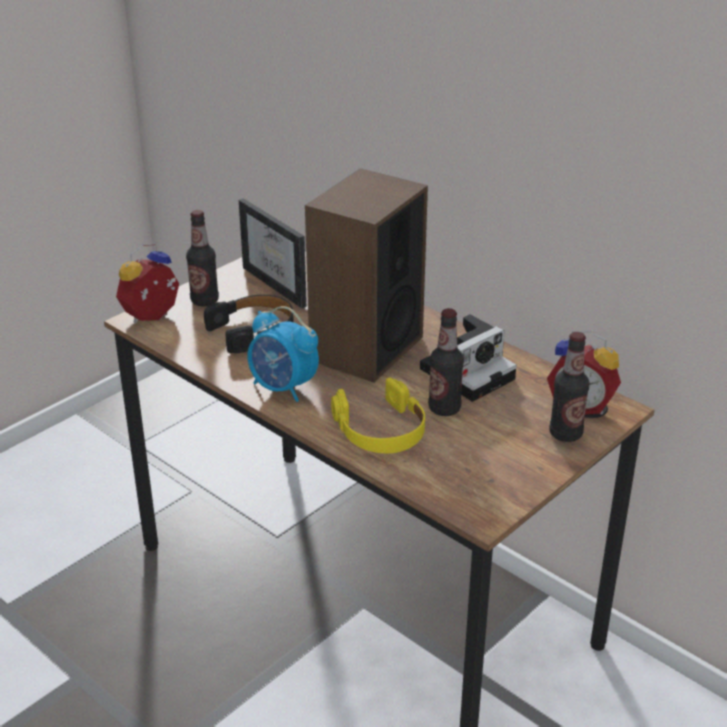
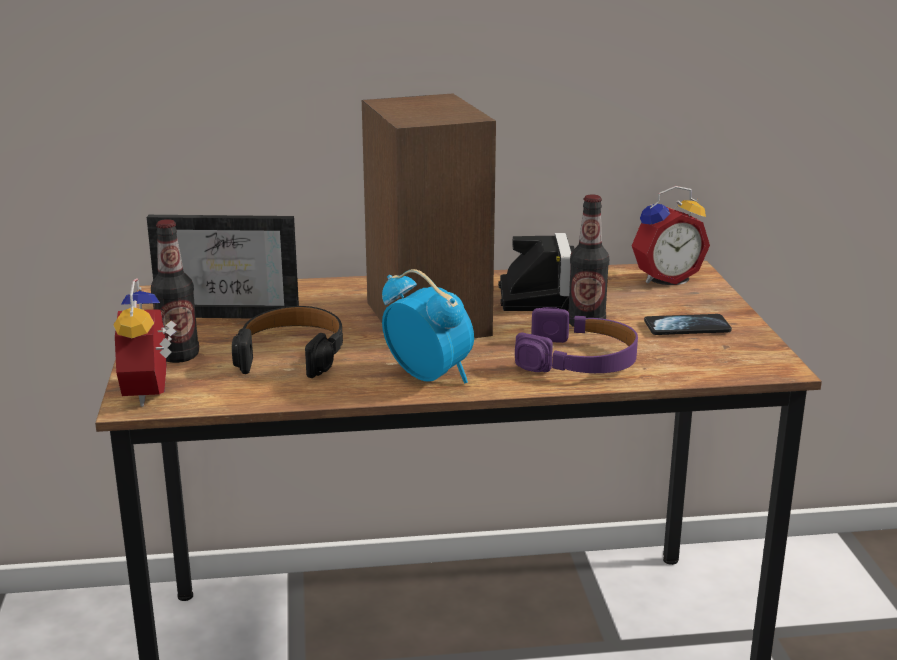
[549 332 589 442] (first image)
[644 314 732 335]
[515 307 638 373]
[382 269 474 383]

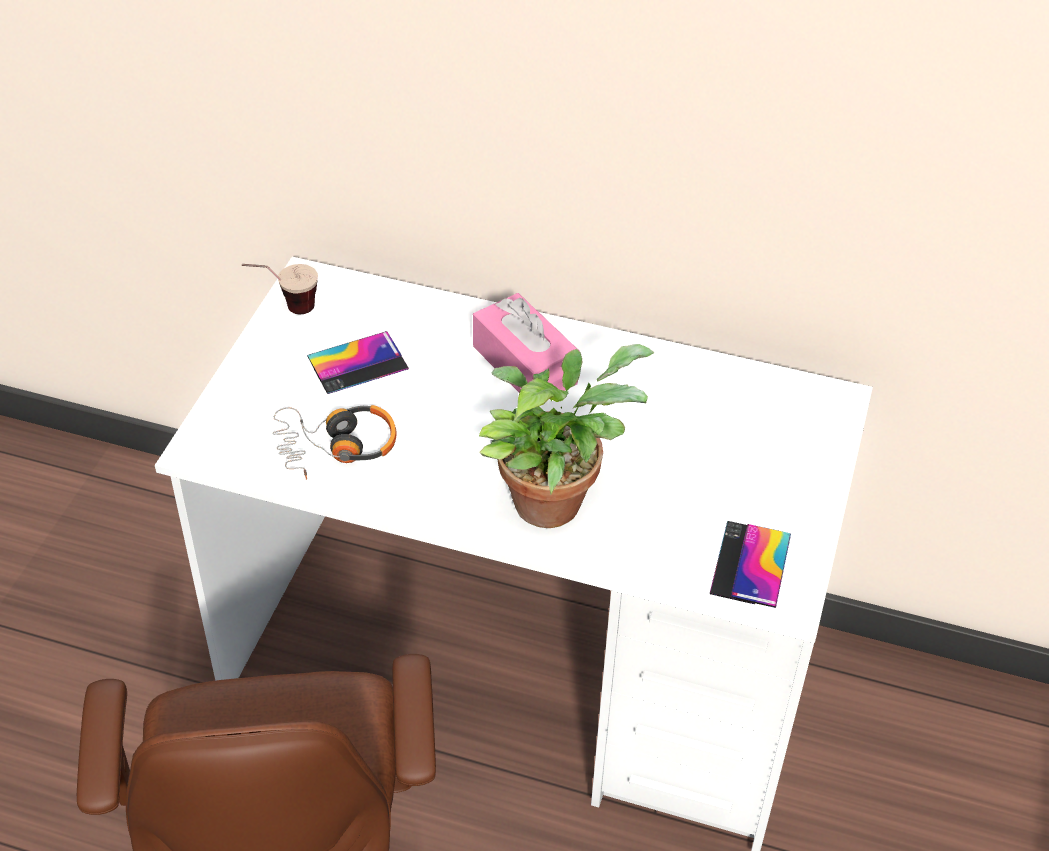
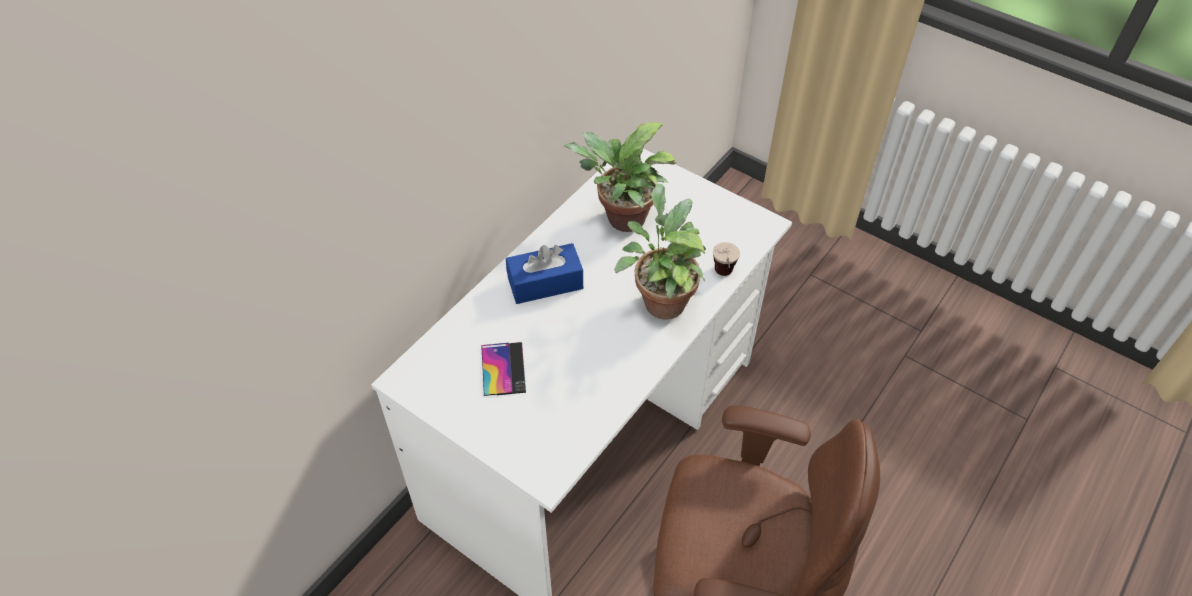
[272 405 397 480] (first image)
[710 521 791 608] (first image)
[564 122 677 232]
[713 242 740 276]
[506 243 583 304]

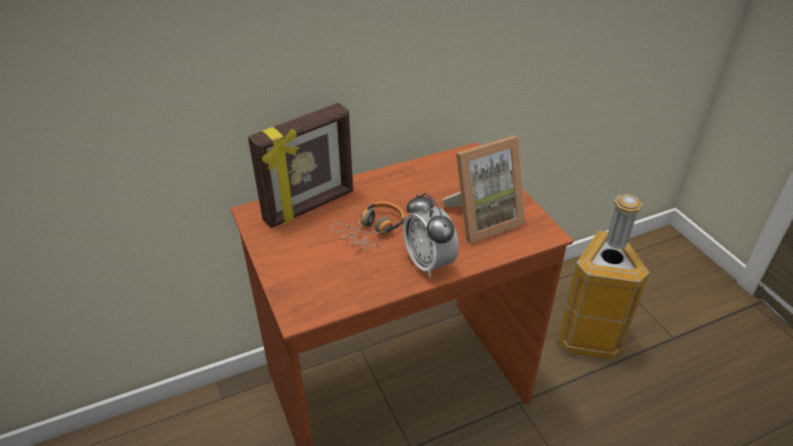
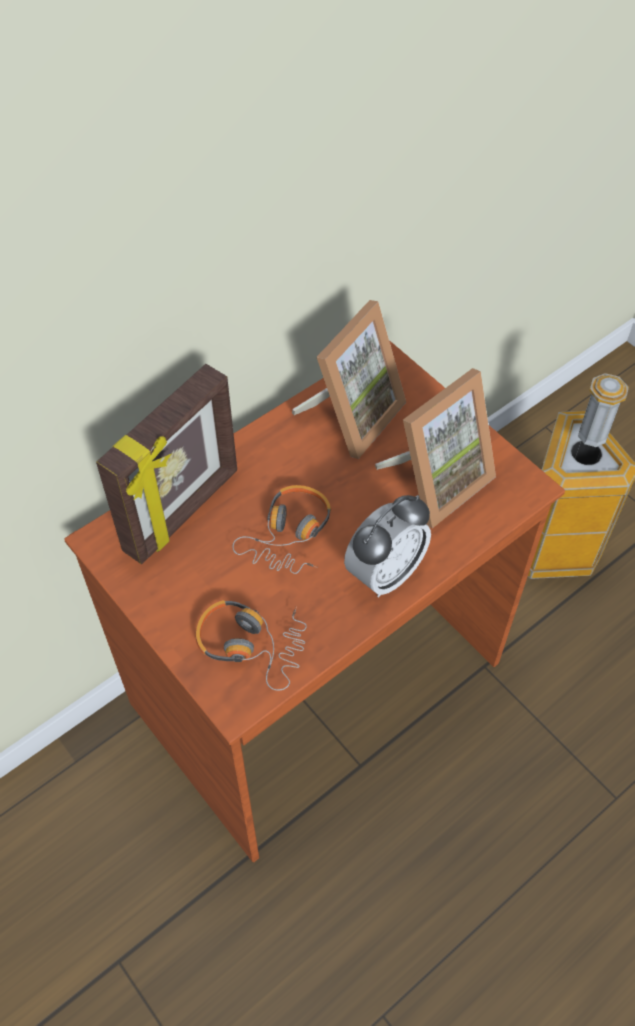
[196 600 307 691]
[292 300 406 459]
[344 495 431 598]

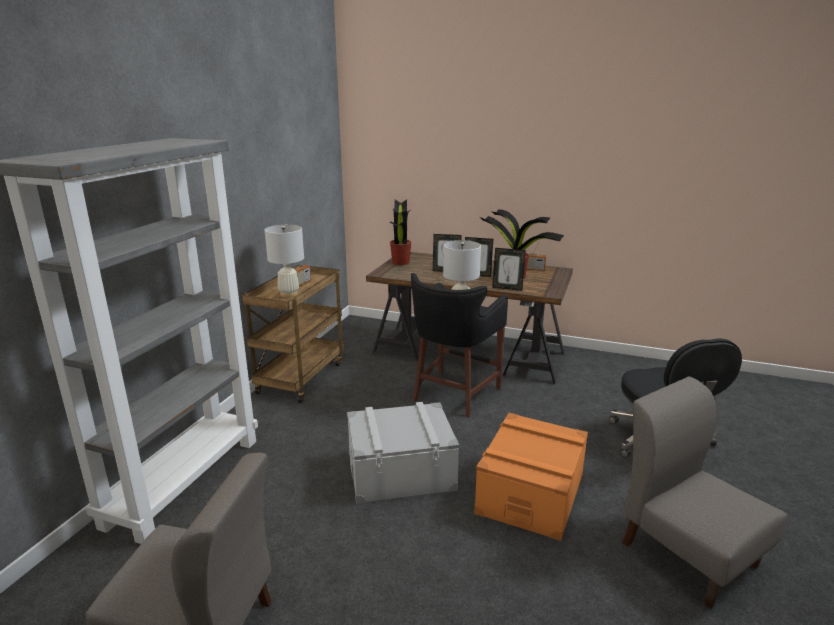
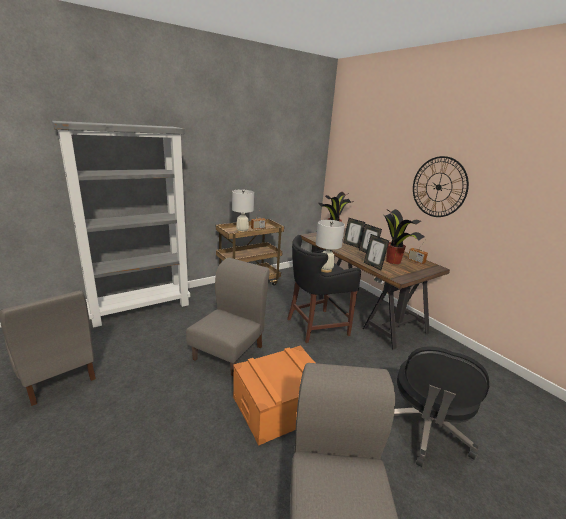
[413 156 469 217]
[186 258 269 376]

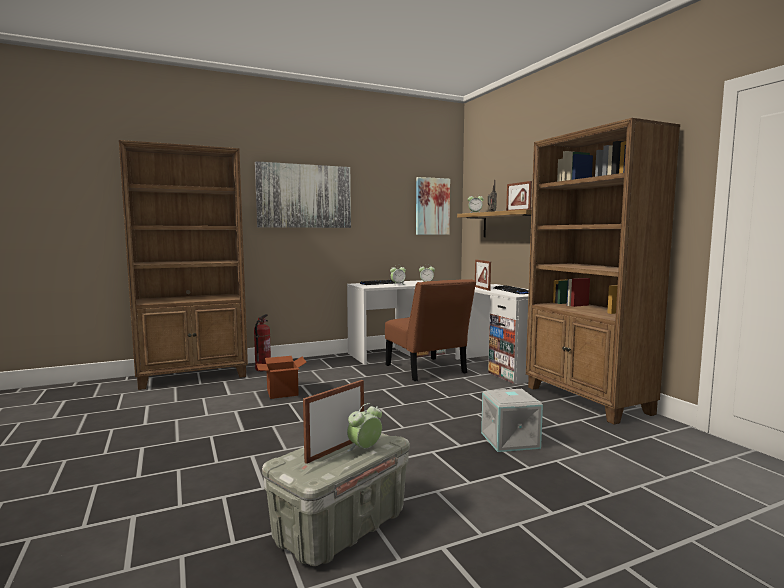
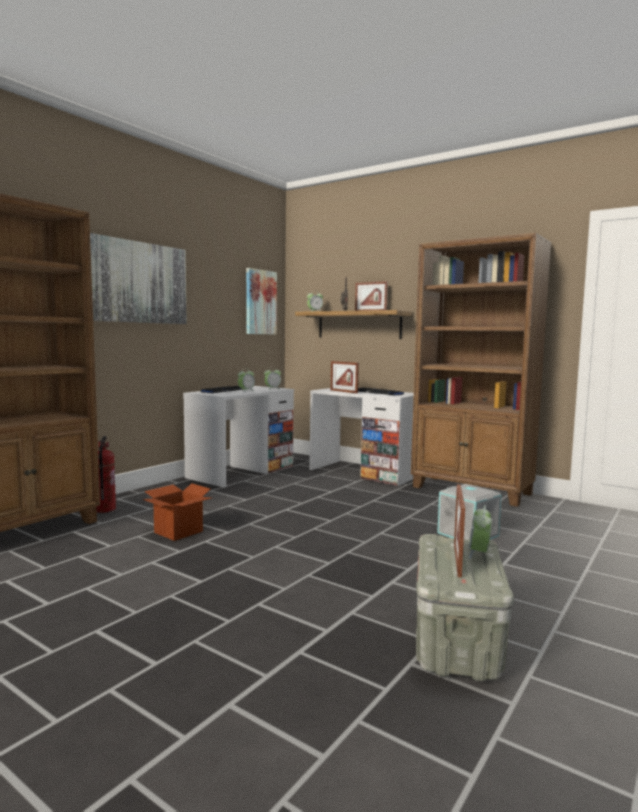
[385 279 476 381] (first image)

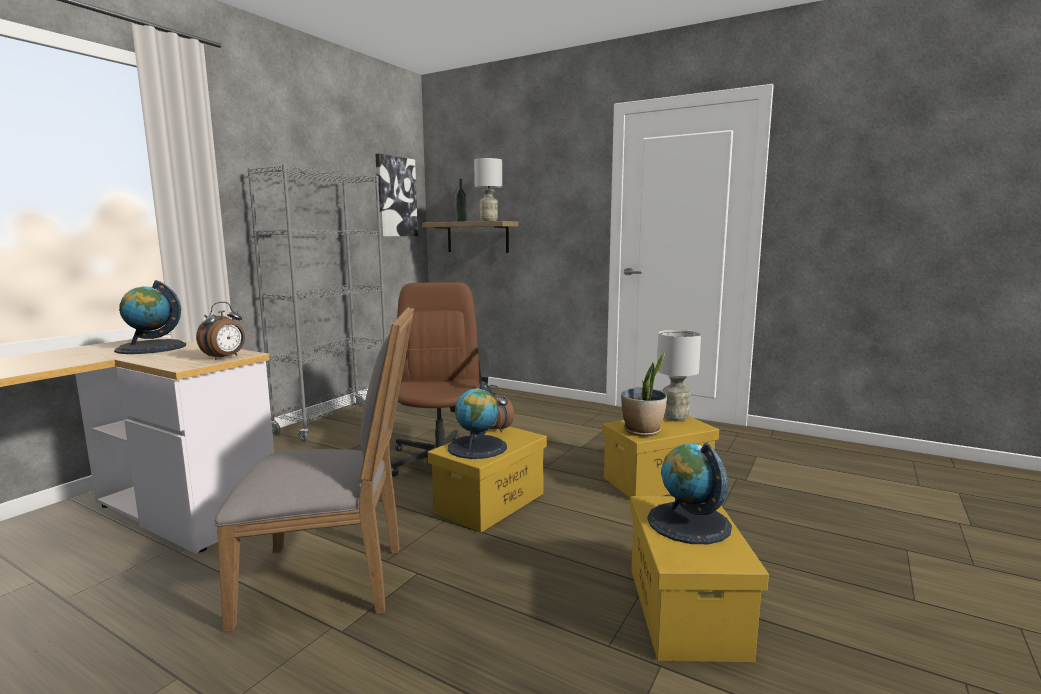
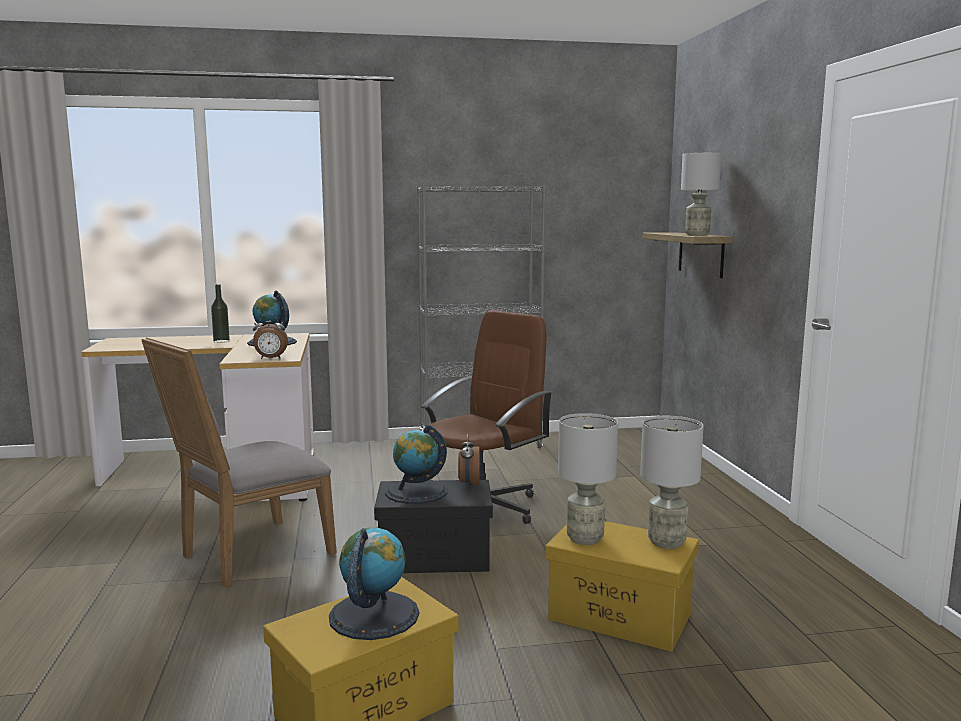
[375 153 418 236] (first image)
[211 284 230 343]
[558 413 618 545]
[374 480 493 573]
[141 337 337 587]

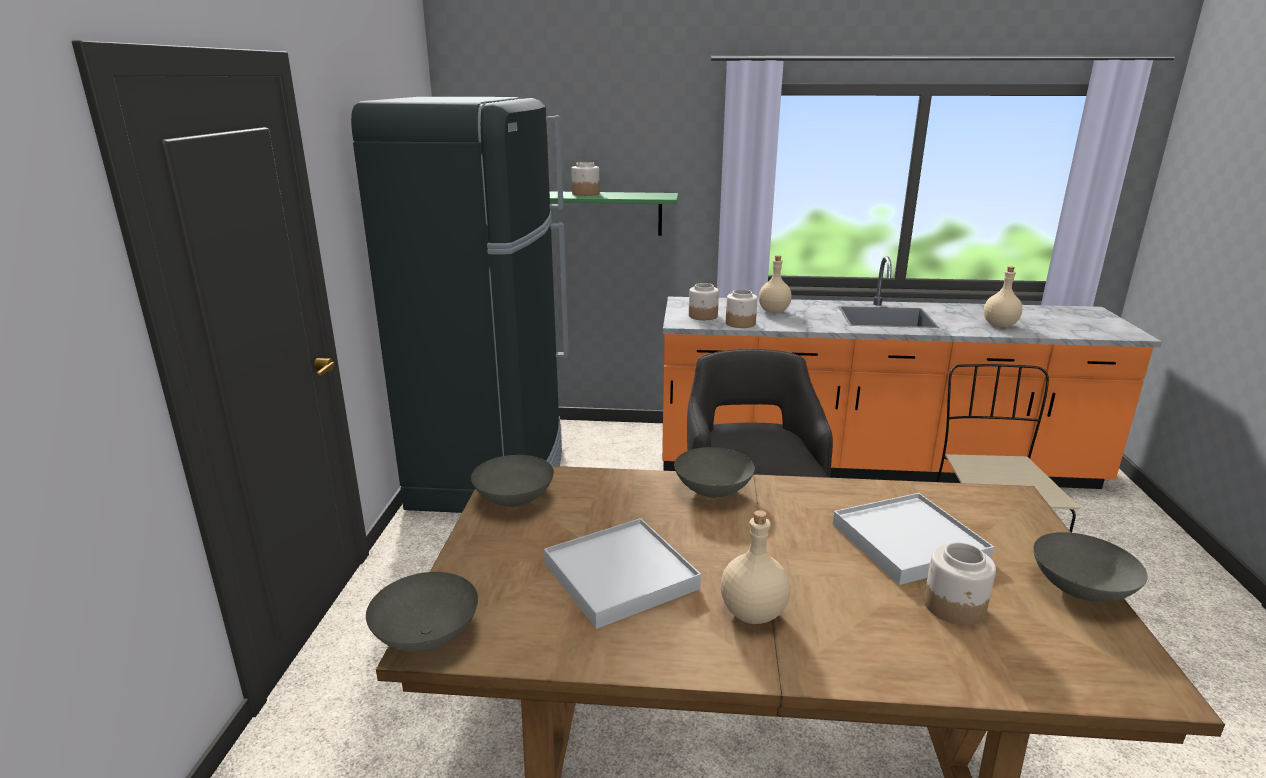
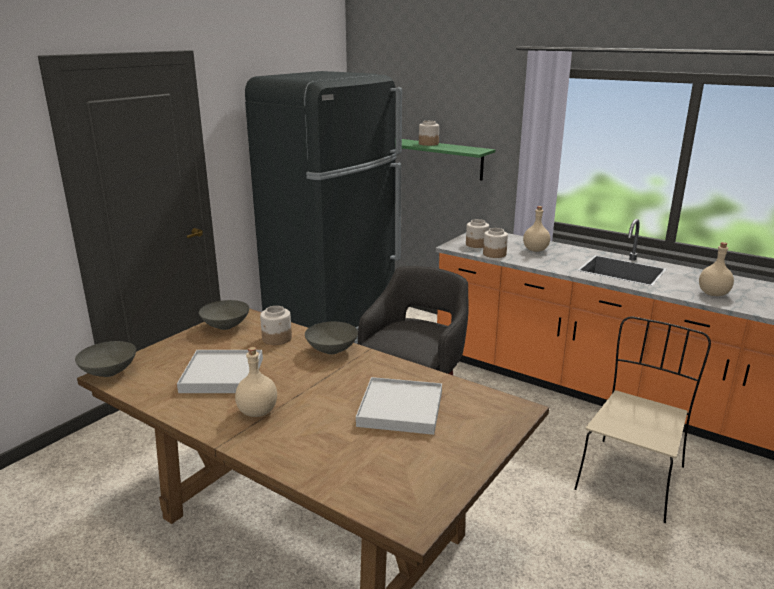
[1033 532 1148 602] (first image)
[260 306 292 345]

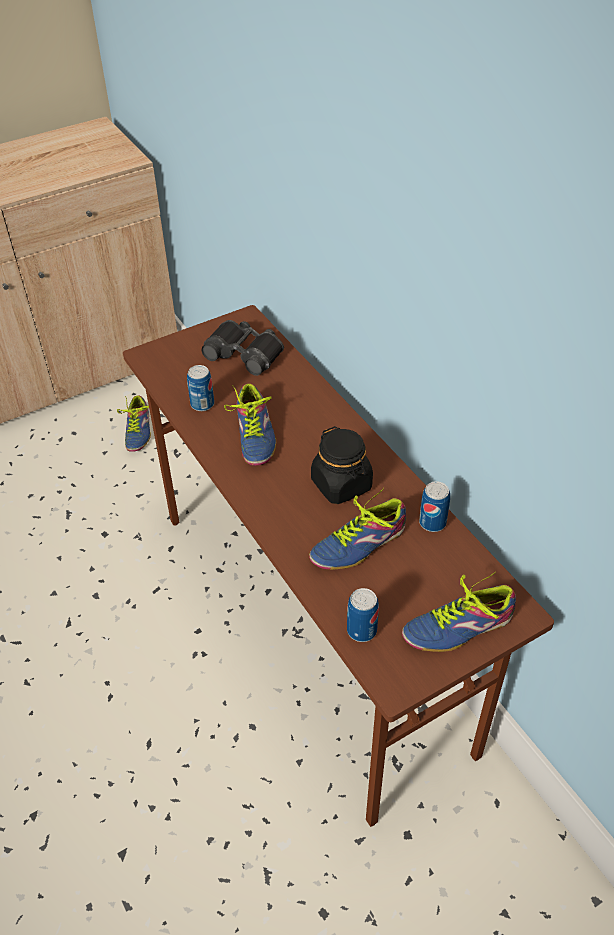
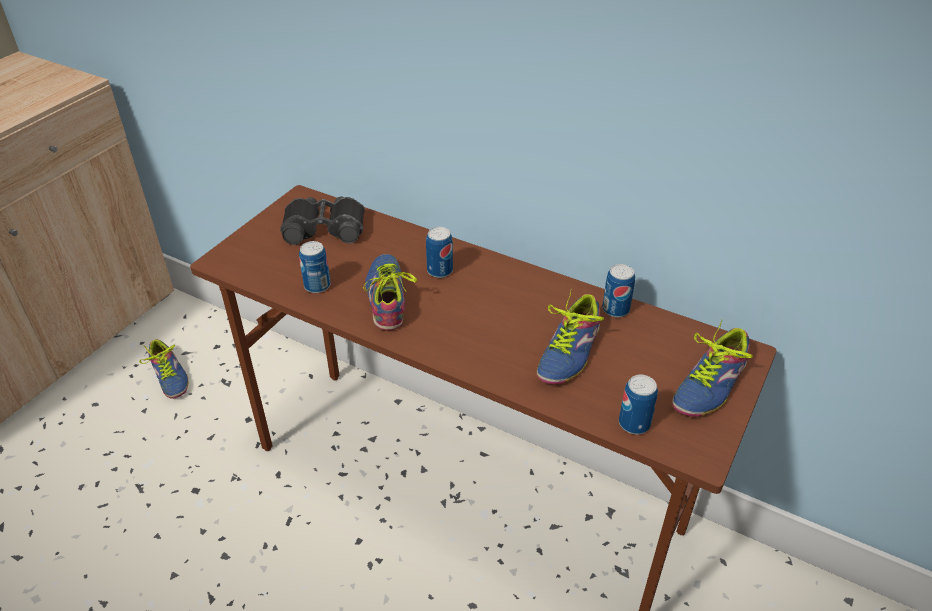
[311 426 373 504] (first image)
[426 227 453 278]
[363 254 417 331]

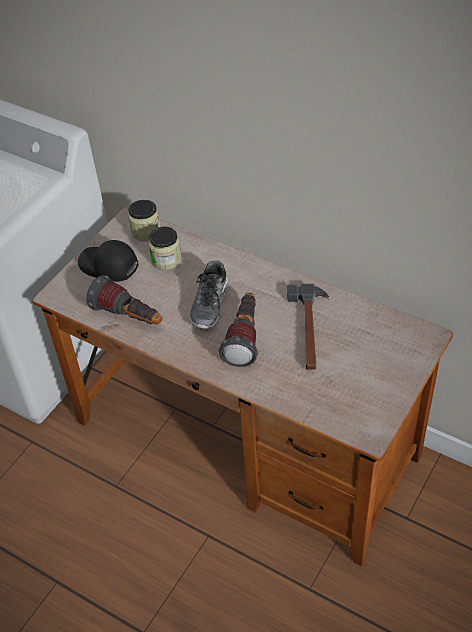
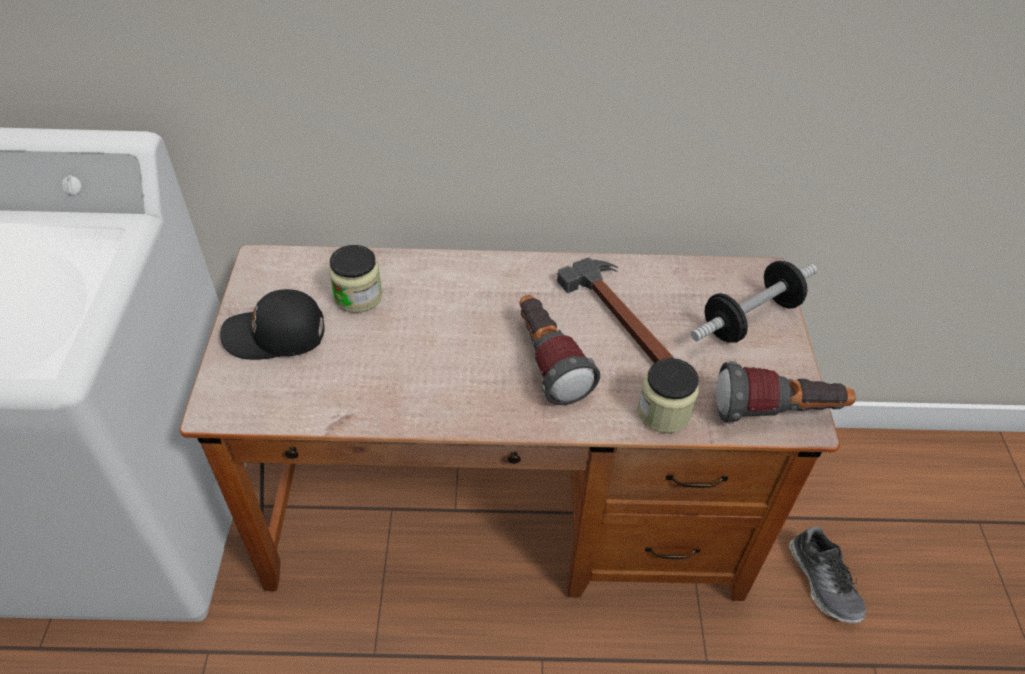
[691 261 817 343]
[716 361 856 424]
[638 358 699 433]
[789 527 866 623]

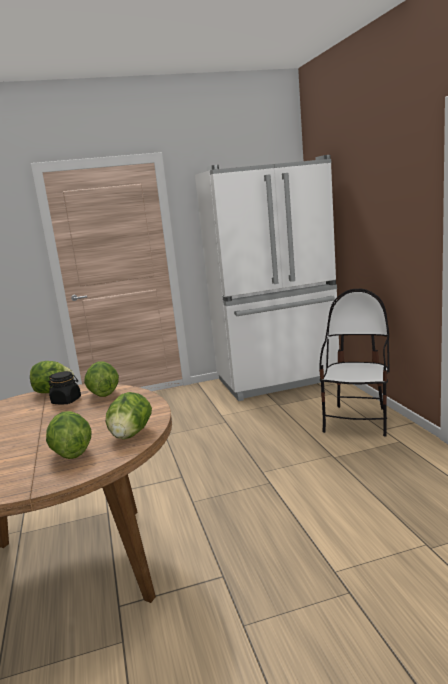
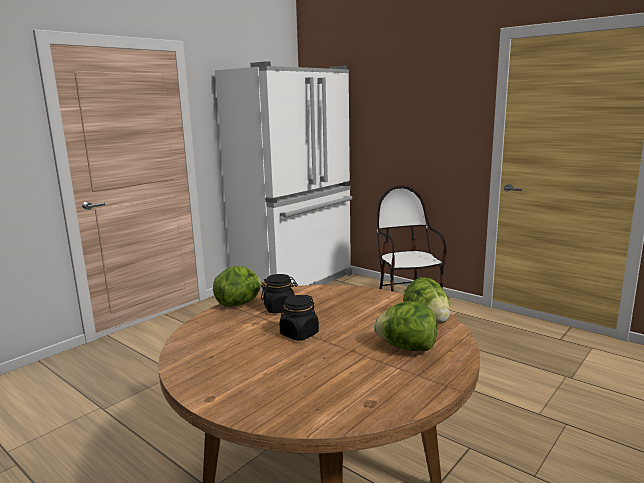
[84 361 119 397] (first image)
[279 295 319 341]

